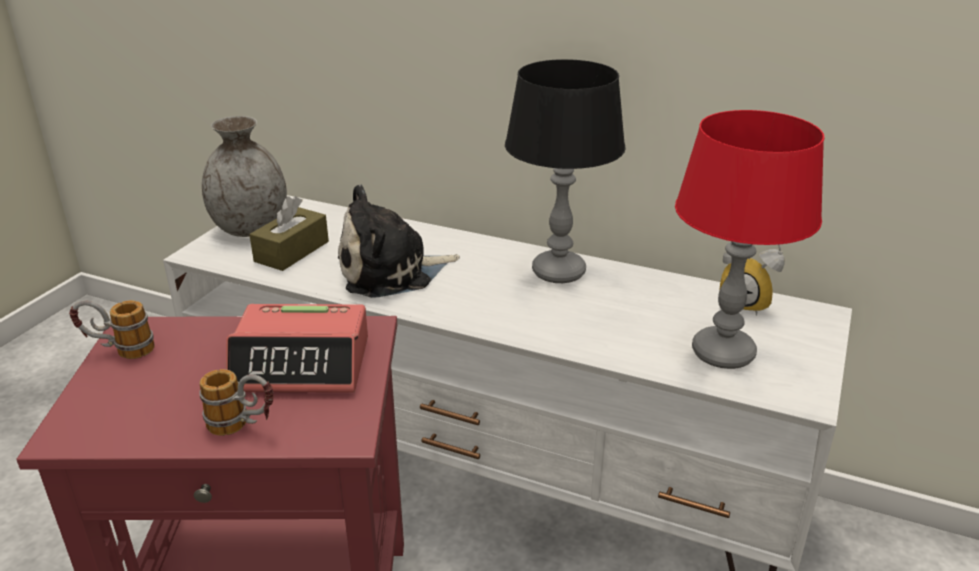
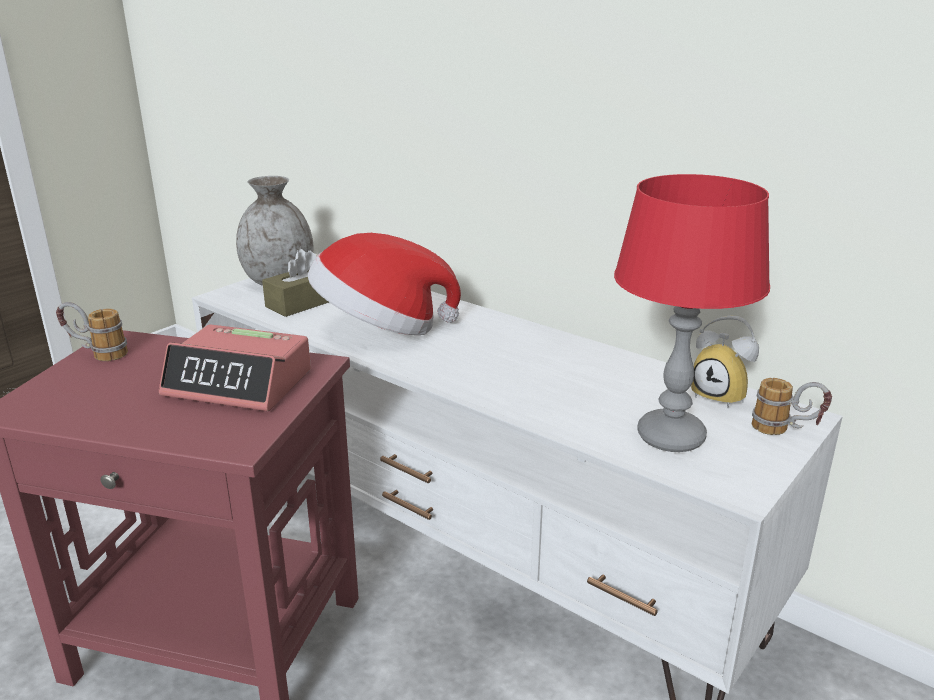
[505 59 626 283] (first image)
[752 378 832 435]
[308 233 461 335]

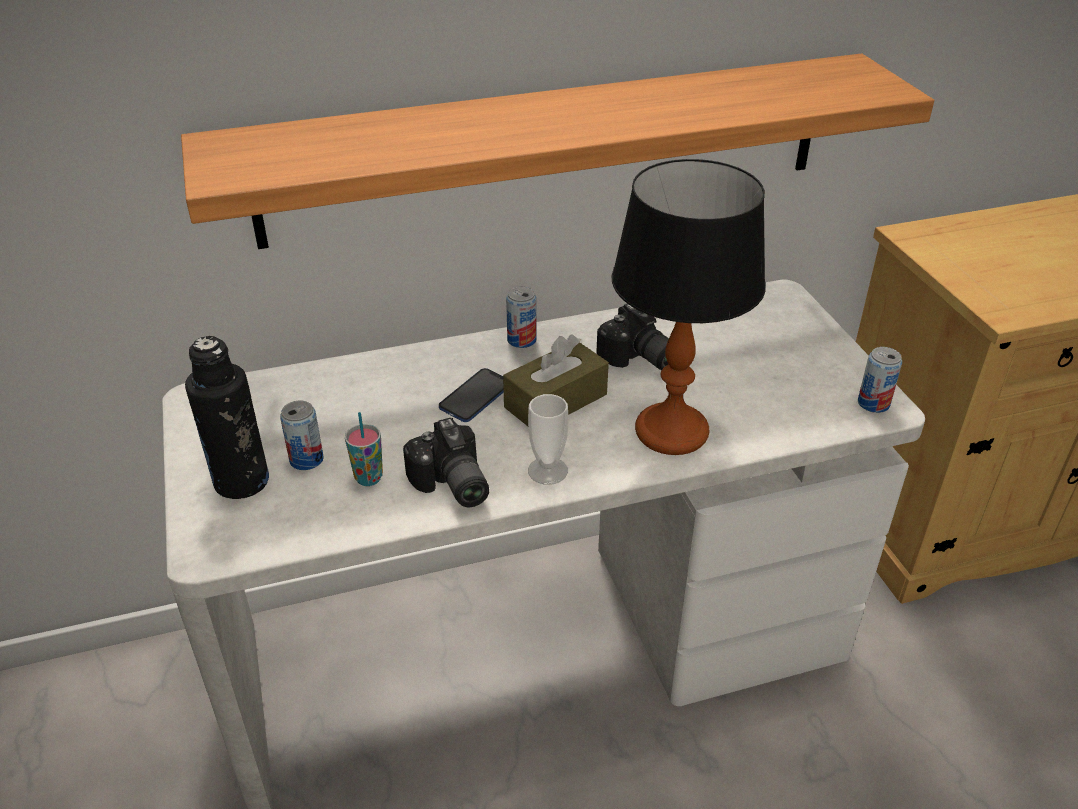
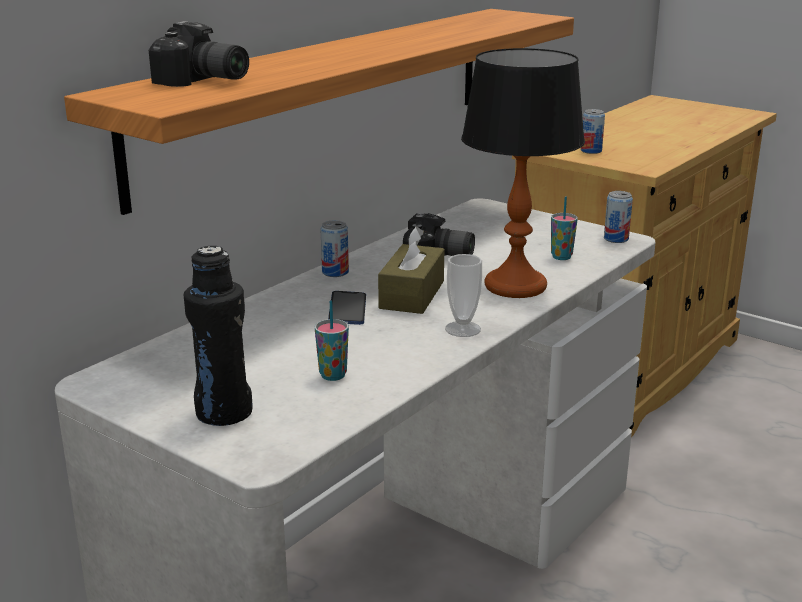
[551 196 578 260]
[581 109 605 154]
[149 21 249 87]

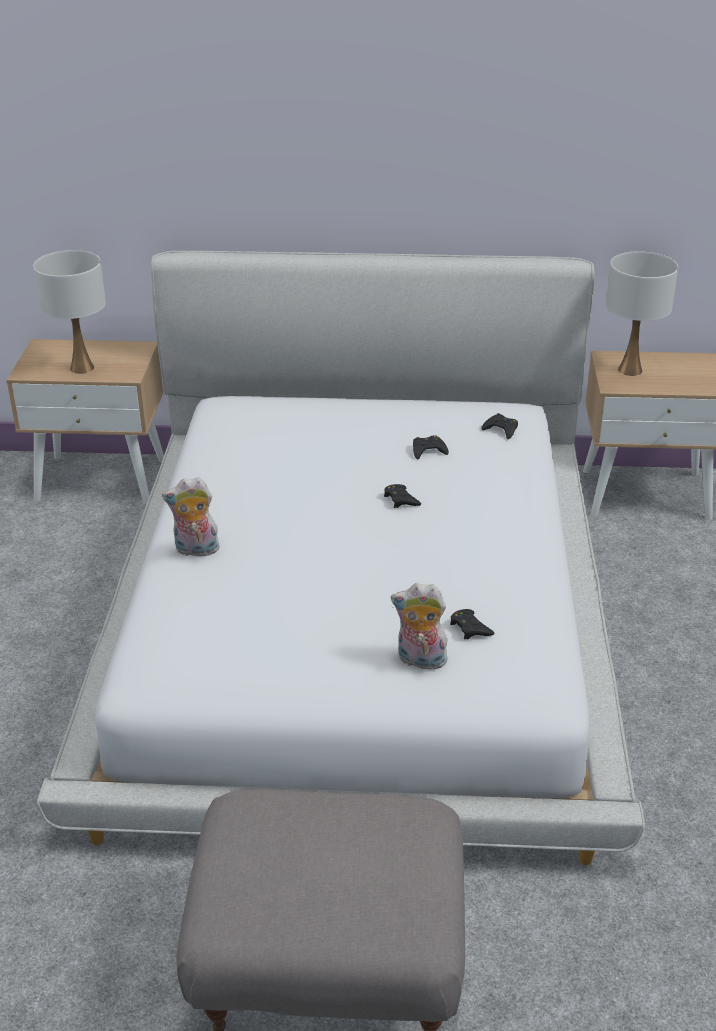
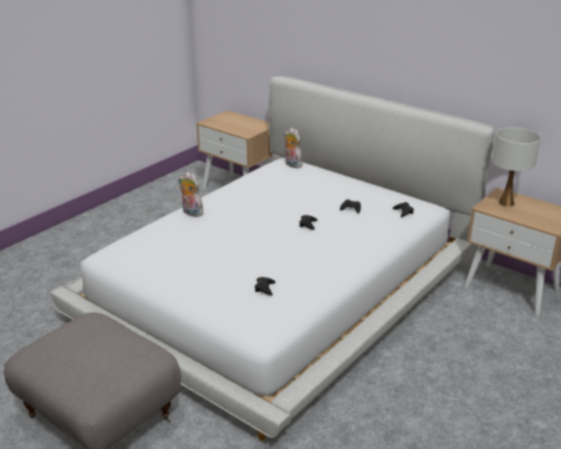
[33 250 106 374] (first image)
[284 128 303 168]

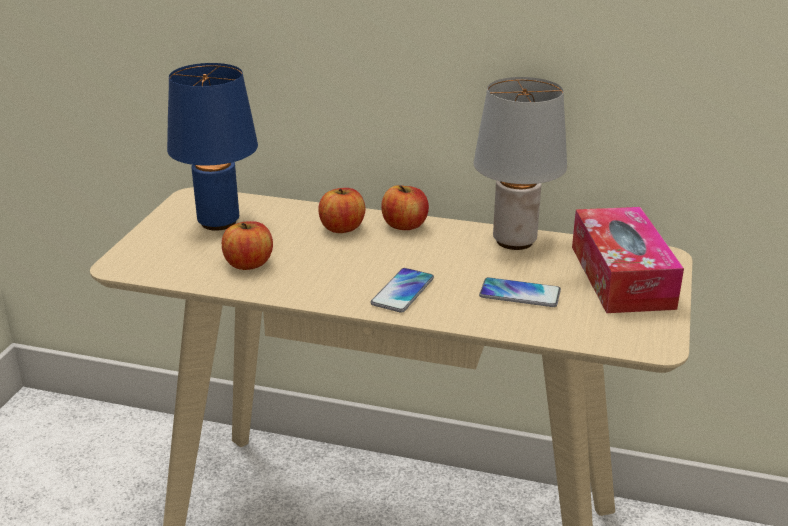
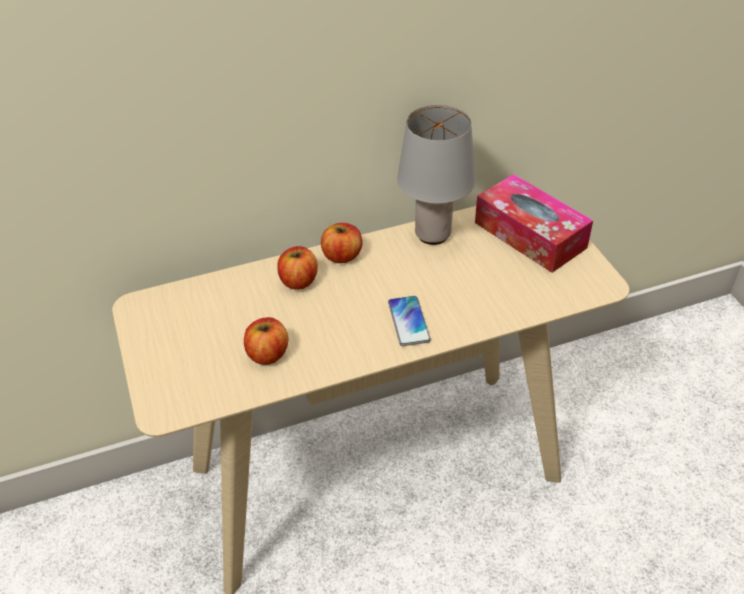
[167 63 258 231] (first image)
[479 277 561 307] (first image)

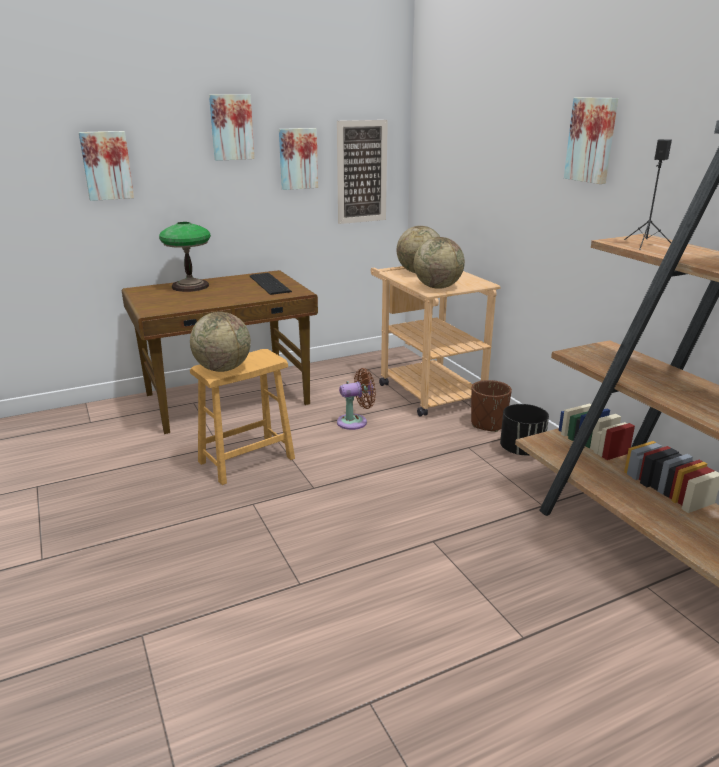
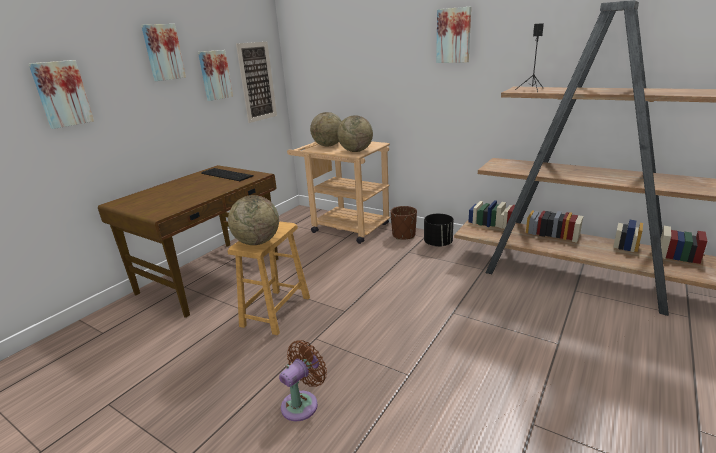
[159 222 211 292] (first image)
[279 340 327 422]

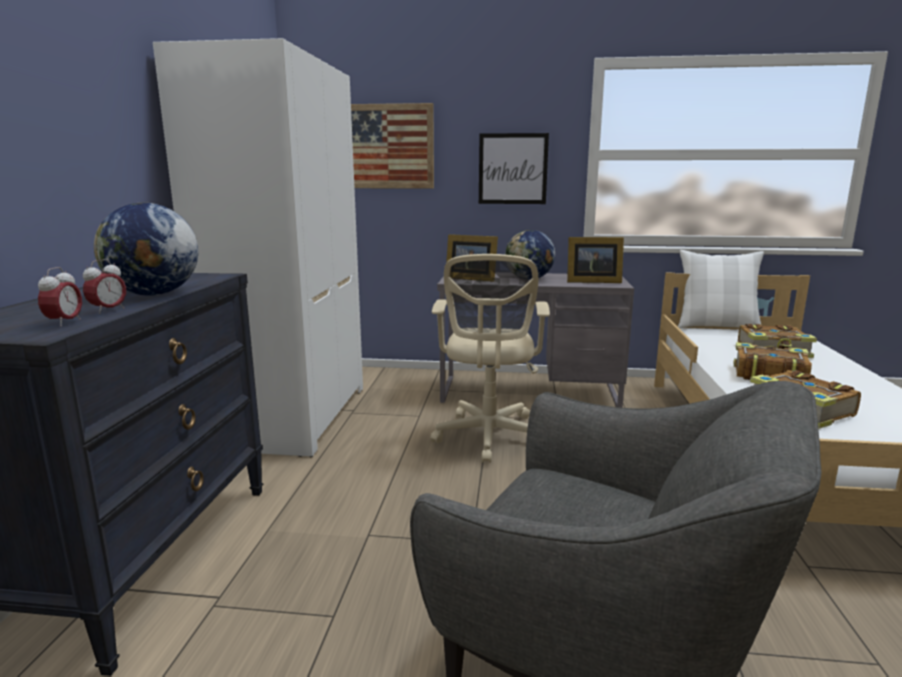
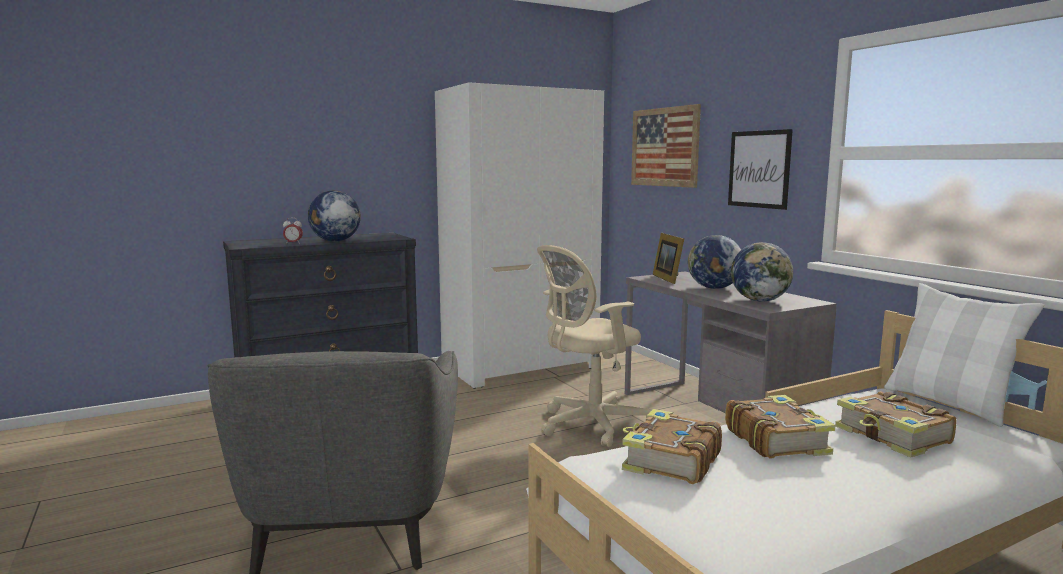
[38 267 82 327] (first image)
[731 242 793 302]

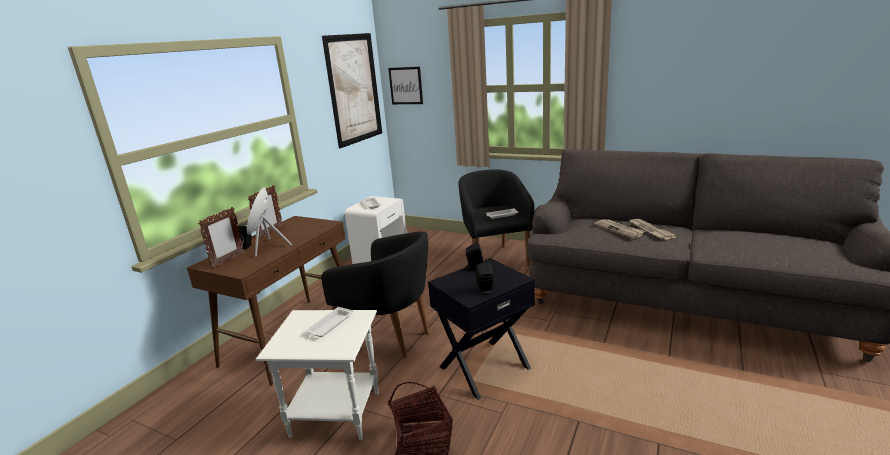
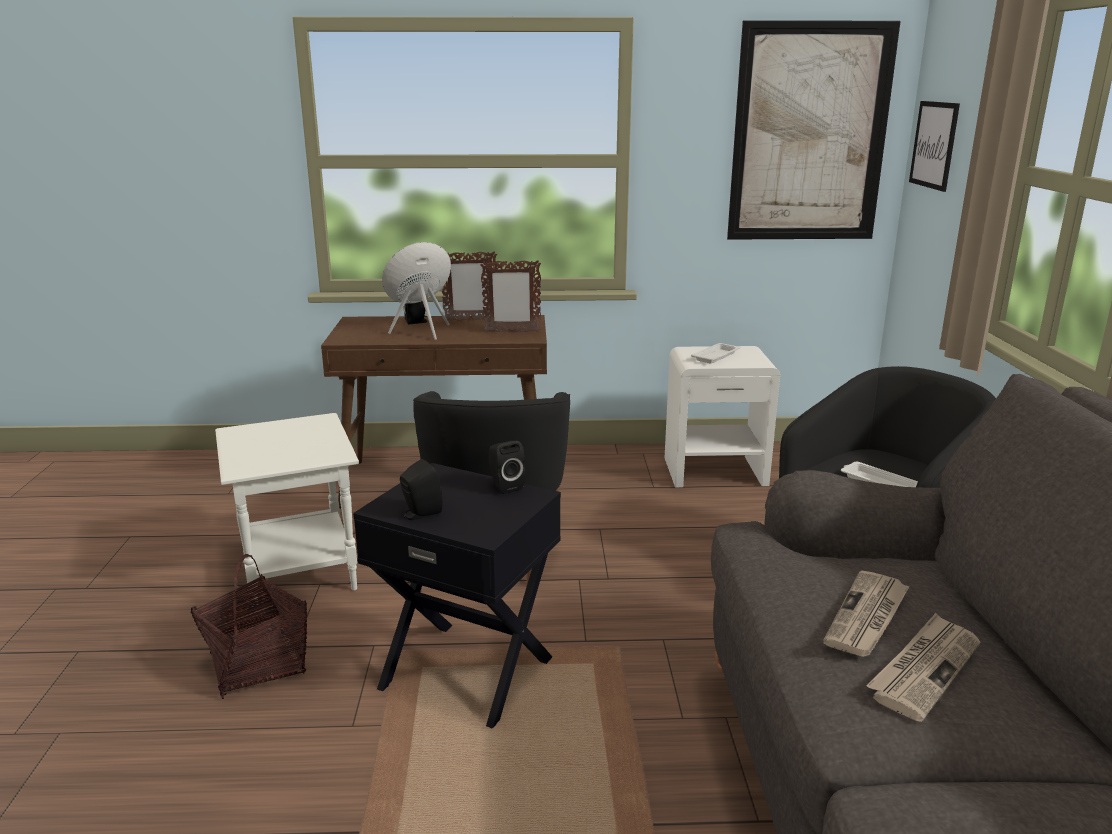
[306 307 353 337] (first image)
[480 260 541 332]

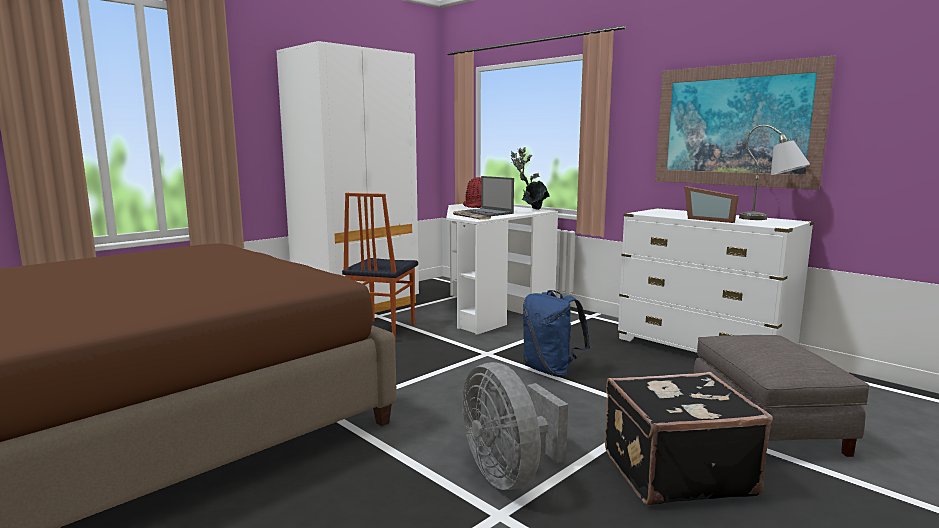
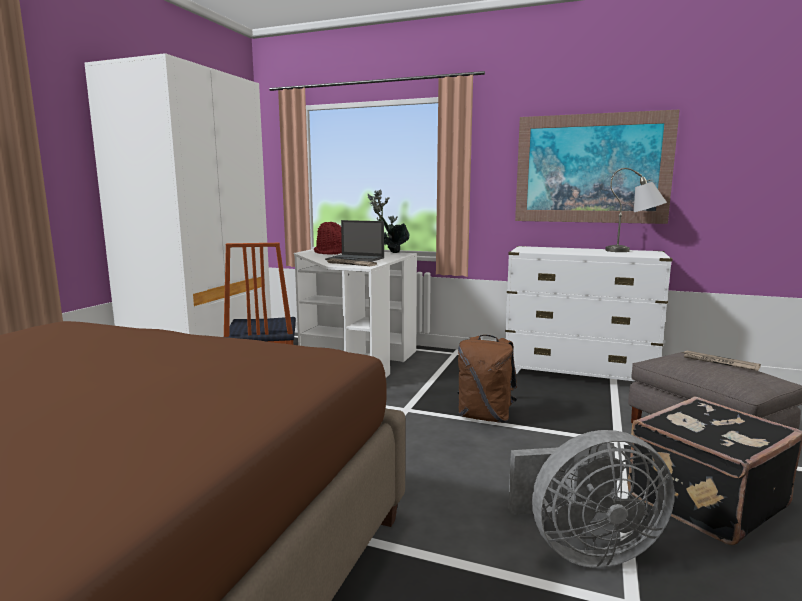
[684 186 739 223] (first image)
[682 351 761 371]
[458 335 517 423]
[508 430 675 568]

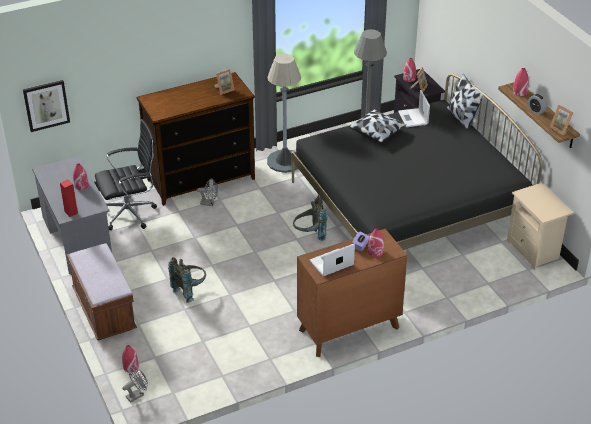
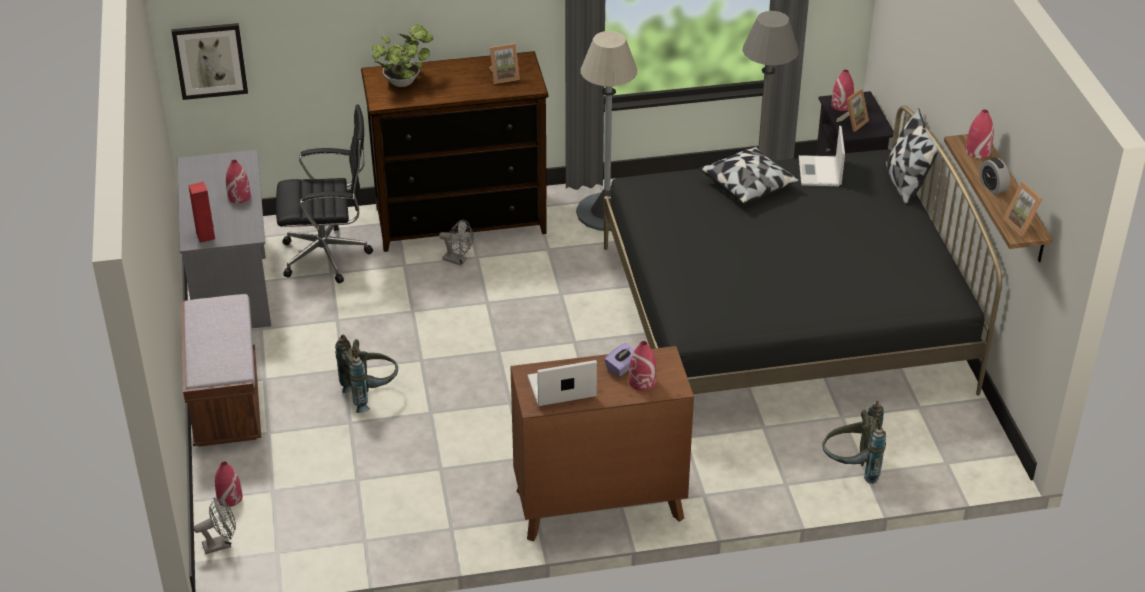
[507 183 574 270] (first image)
[372 25 434 87]
[822 401 886 484]

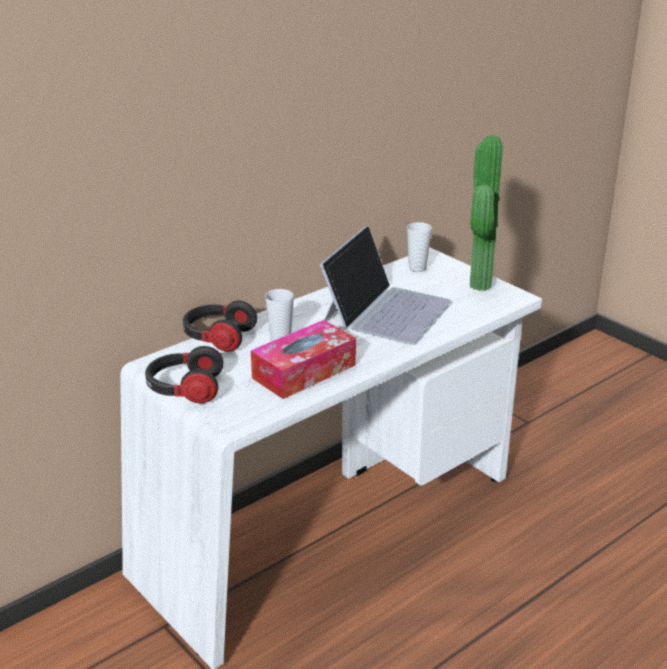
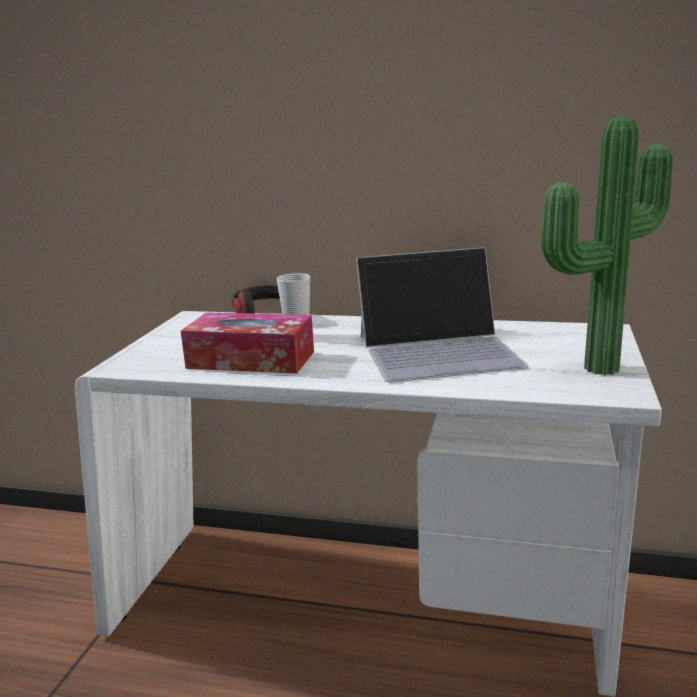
[145 346 223 403] (first image)
[407 222 432 272] (first image)

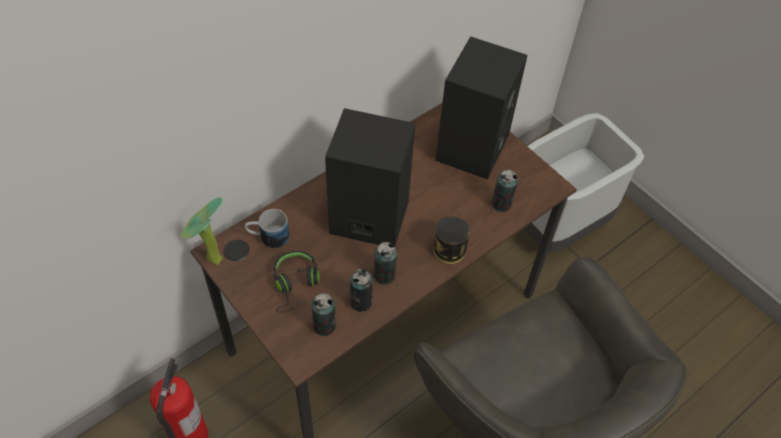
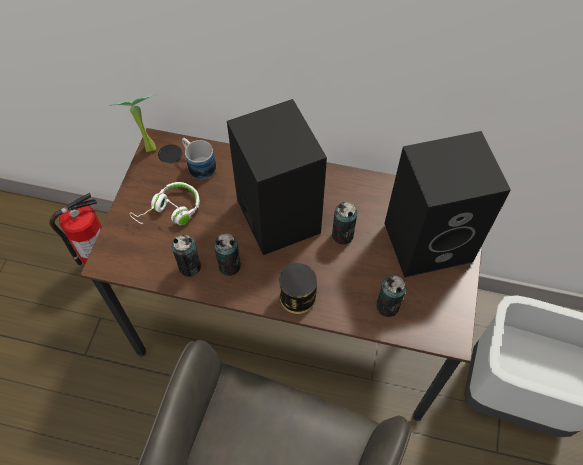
[332 202 357 245]
[130 182 200 225]

